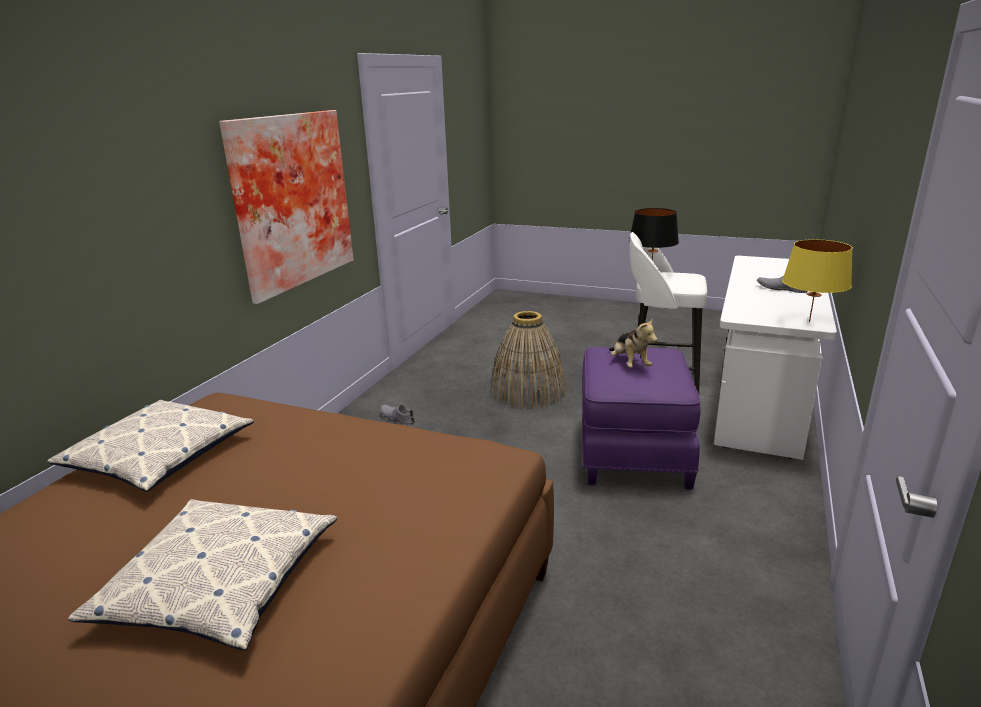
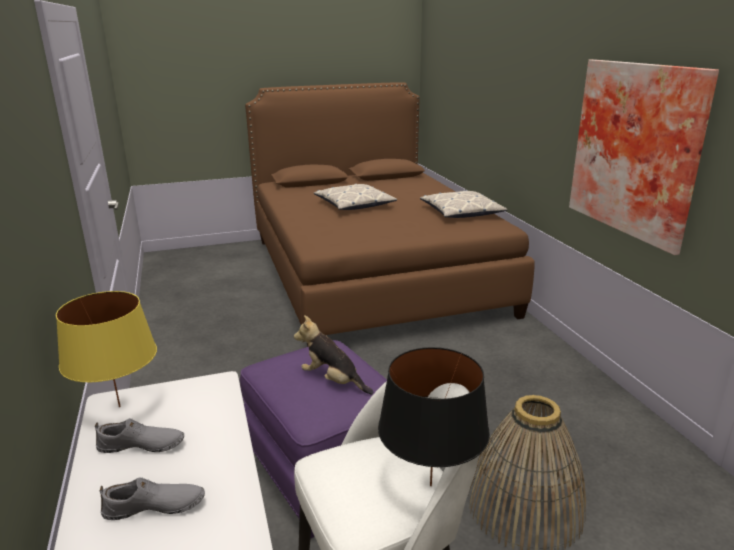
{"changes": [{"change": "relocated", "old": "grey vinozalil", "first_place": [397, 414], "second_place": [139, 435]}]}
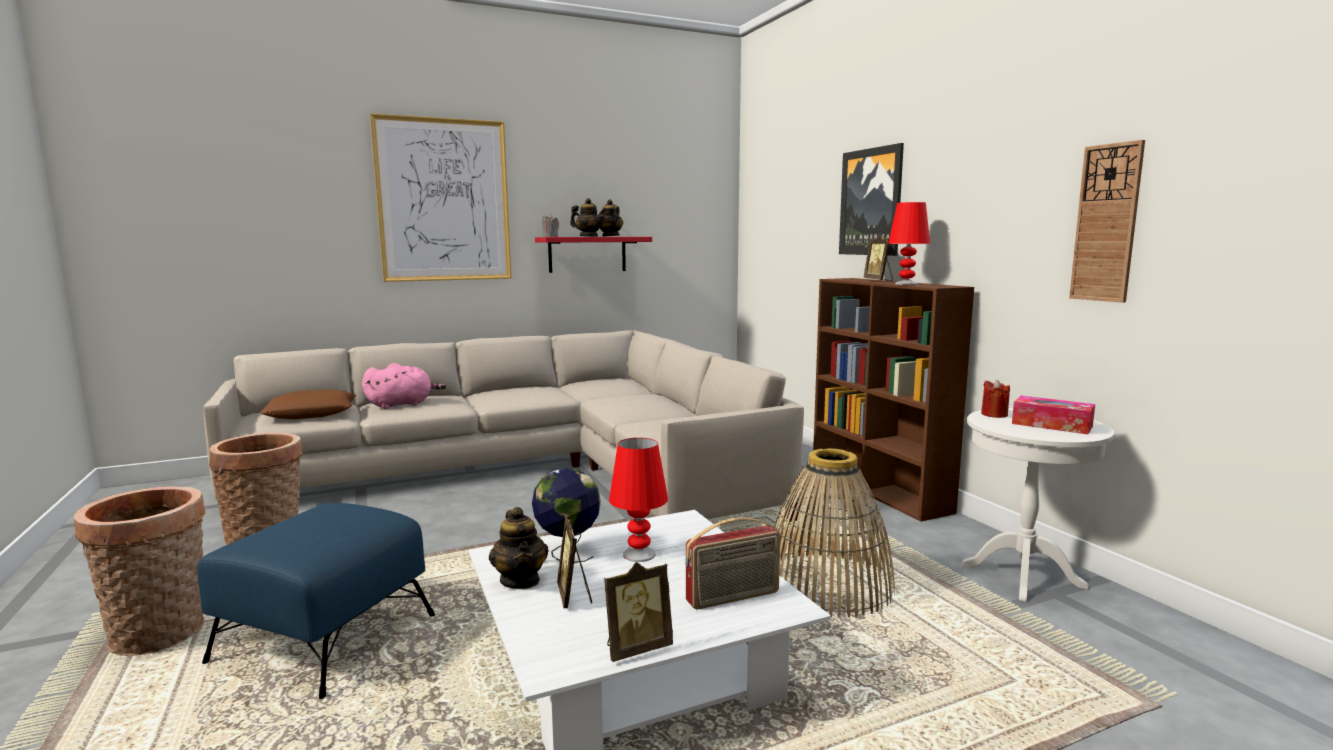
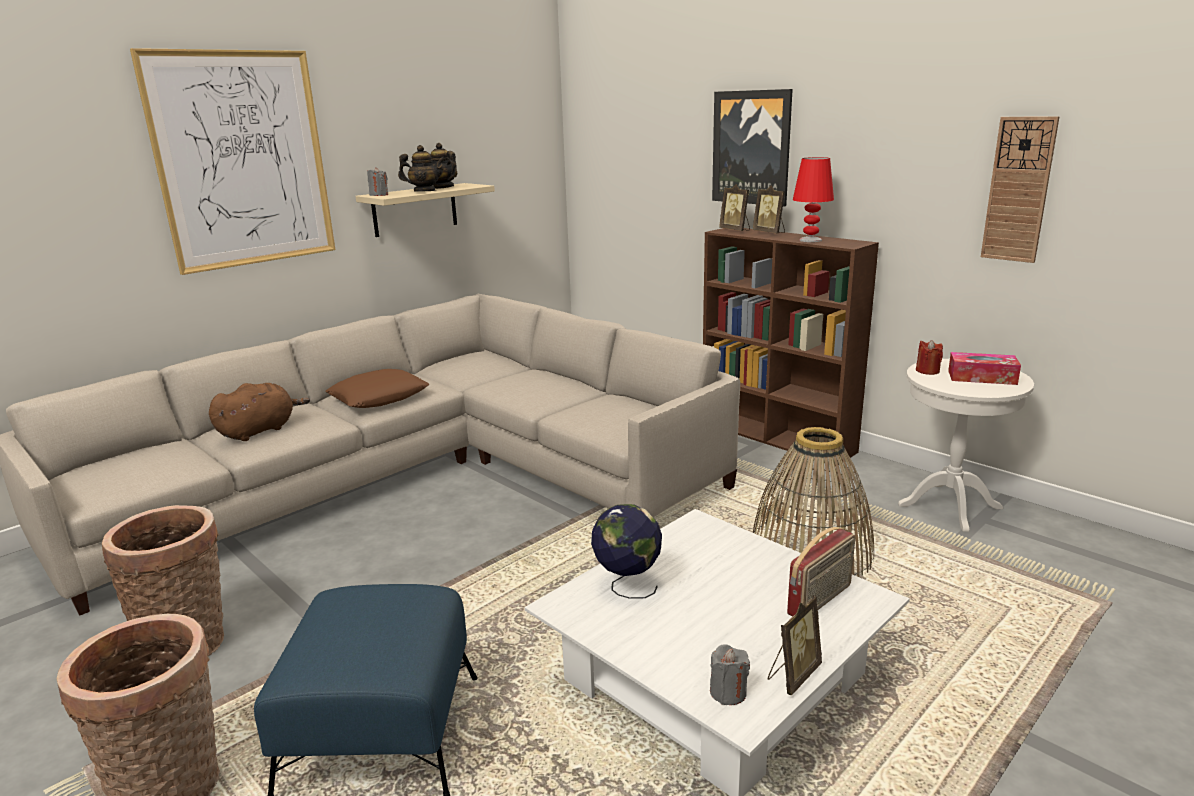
{"changes": [{"change": "missing", "old": "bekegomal", "first_place": [519, 548]}, {"change": "missing", "old": "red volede", "first_place": [638, 500]}, {"change": "appeared", "new": "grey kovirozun", "second_place": [730, 675]}, {"change": "relocated", "old": "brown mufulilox", "first_place": [308, 404], "second_place": [377, 388]}, {"change": "relocated", "old": "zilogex", "first_place": [574, 562], "second_place": [734, 207]}, {"change": "colour", "old": "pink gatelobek", "new": "brown gatelobek", "first_place": [404, 386], "second_place": [259, 412]}, {"change": "colour", "old": "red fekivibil", "new": "beige fekivibil", "first_place": [593, 255], "second_place": [425, 210]}]}
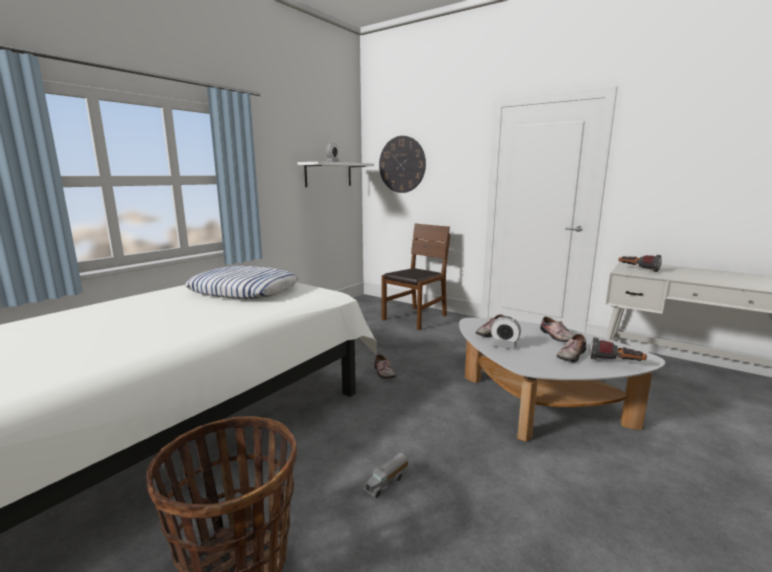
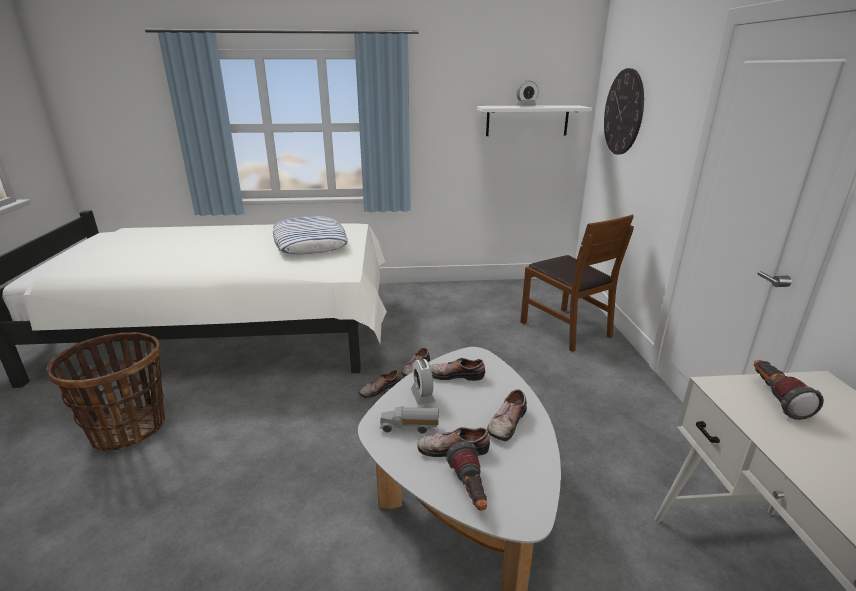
{"changes": [{"change": "appeared", "new": "vinozalil", "second_place": [380, 384]}, {"change": "relocated", "old": "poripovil", "first_place": [385, 475], "second_place": [409, 420]}, {"change": "spun", "old": "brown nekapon", "first_place": [416, 277], "second_place": [577, 283], "degrees": 60}]}
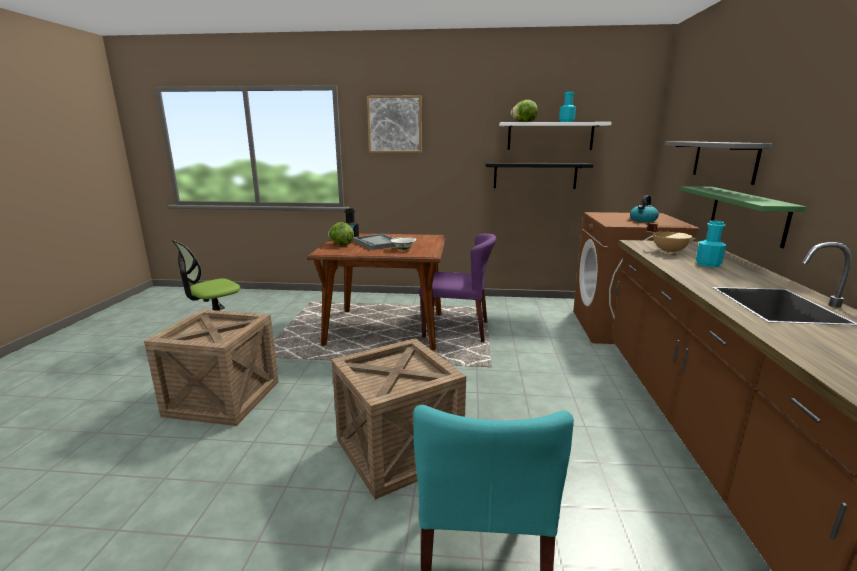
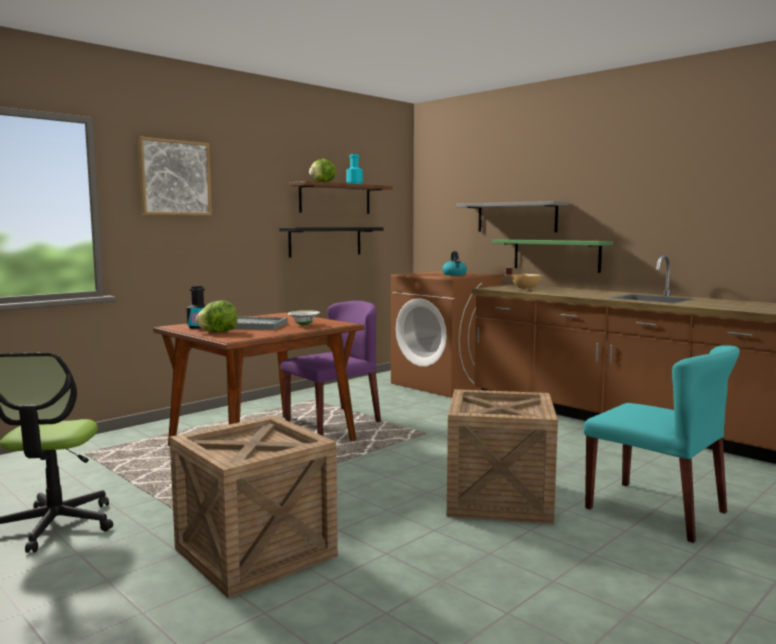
{"changes": [{"change": "missing", "old": "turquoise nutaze", "first_place": [711, 244]}, {"change": "colour", "old": "white fekivibil", "new": "brown fekivibil", "first_place": [555, 136], "second_place": [341, 197]}]}
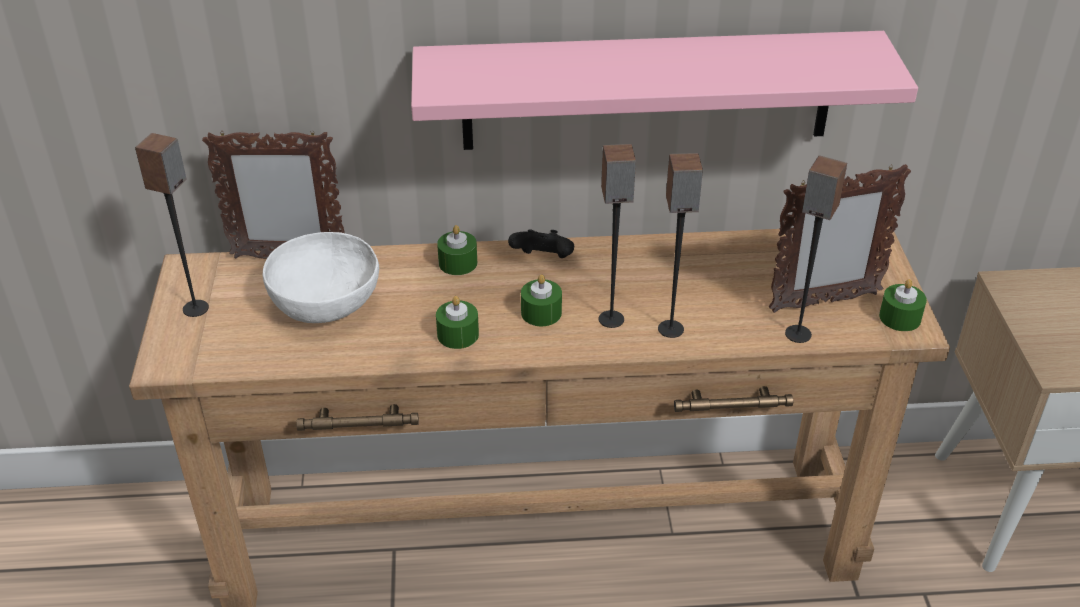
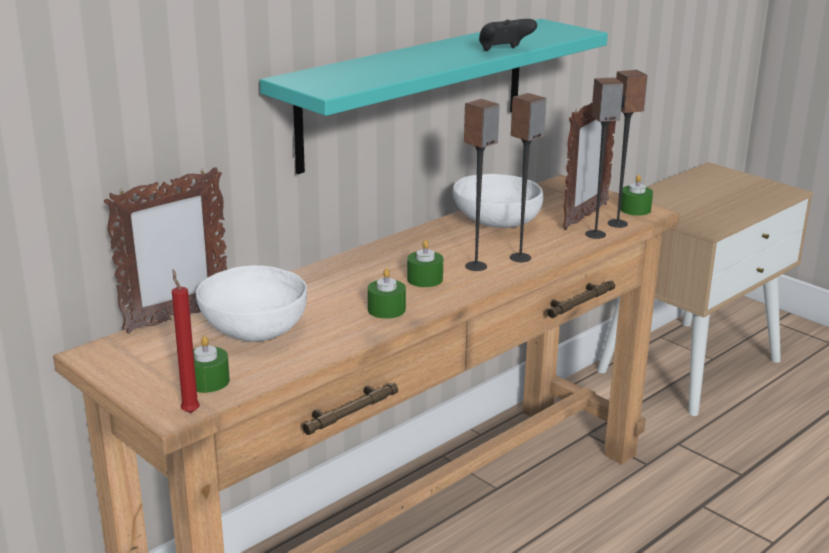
{"changes": [{"change": "appeared", "new": "red kovirozun", "second_place": [186, 341]}, {"change": "appeared", "new": "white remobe", "second_place": [498, 201]}, {"change": "relocated", "old": "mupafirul", "first_place": [172, 225], "second_place": [628, 149]}, {"change": "relocated", "old": "green kovirozun", "first_place": [457, 250], "second_place": [211, 364]}, {"change": "relocated", "old": "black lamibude", "first_place": [541, 243], "second_place": [508, 35]}, {"change": "colour", "old": "pink fekivibil", "new": "turquoise fekivibil", "first_place": [664, 90], "second_place": [434, 96]}]}
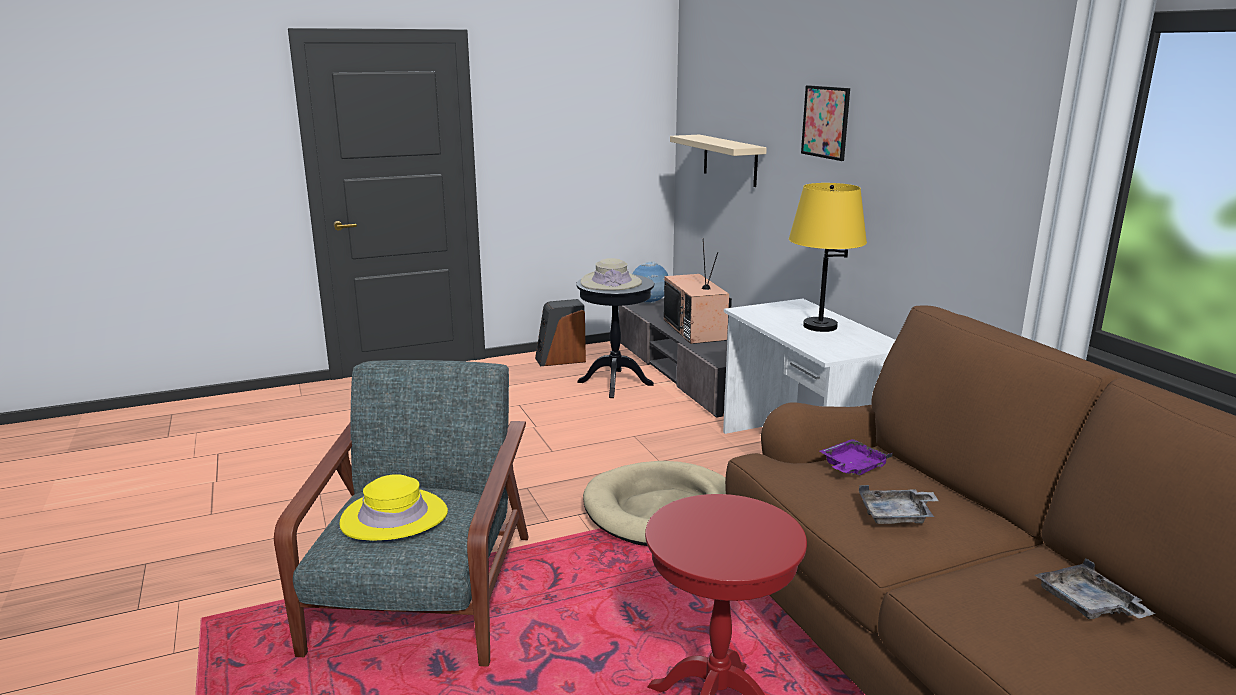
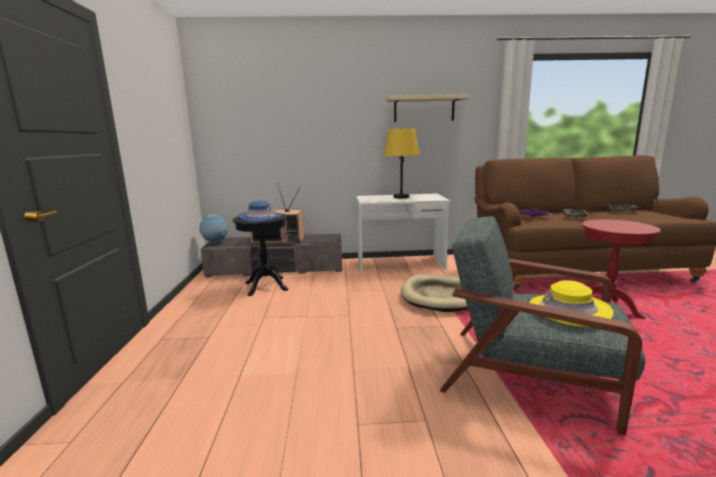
{"changes": [{"change": "missing", "old": "mupafirul", "first_place": [560, 332]}, {"change": "missing", "old": "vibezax", "first_place": [825, 123]}, {"change": "relocated", "old": "beige fekivibil", "first_place": [718, 161], "second_place": [428, 108]}, {"change": "colour", "old": "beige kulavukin", "new": "blue kulavukin", "first_place": [611, 274], "second_place": [260, 211]}]}
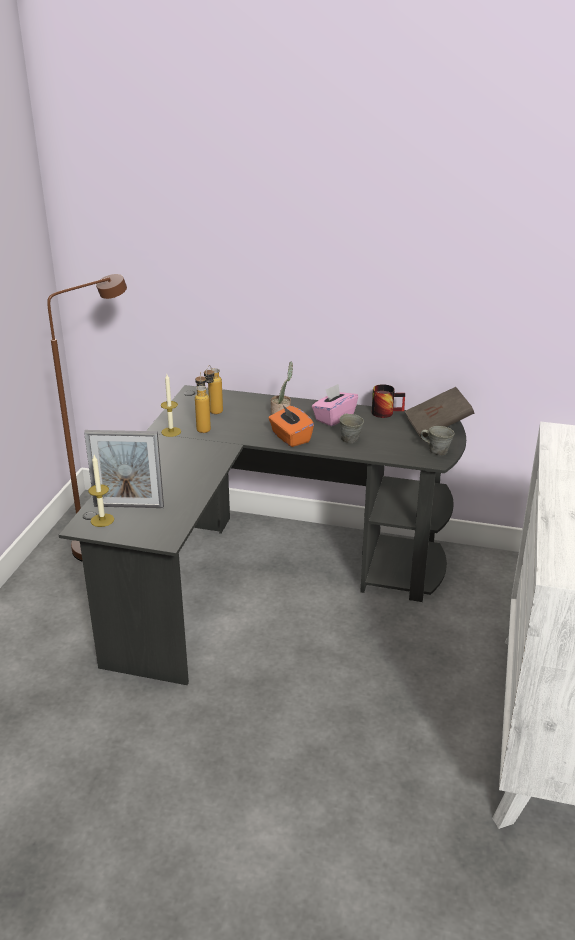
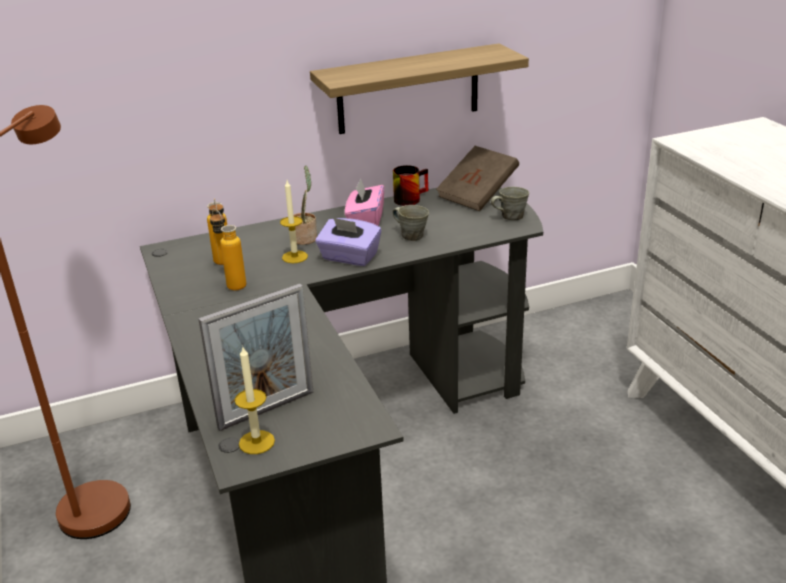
{"changes": [{"change": "appeared", "new": "fekivibil", "second_place": [419, 88]}, {"change": "relocated", "old": "kovirozun", "first_place": [171, 405], "second_place": [294, 221]}, {"change": "colour", "old": "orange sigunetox", "new": "purple sigunetox", "first_place": [291, 426], "second_place": [348, 241]}]}
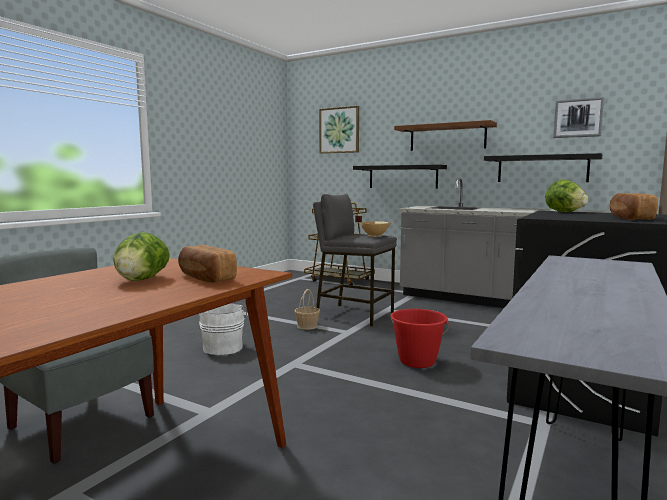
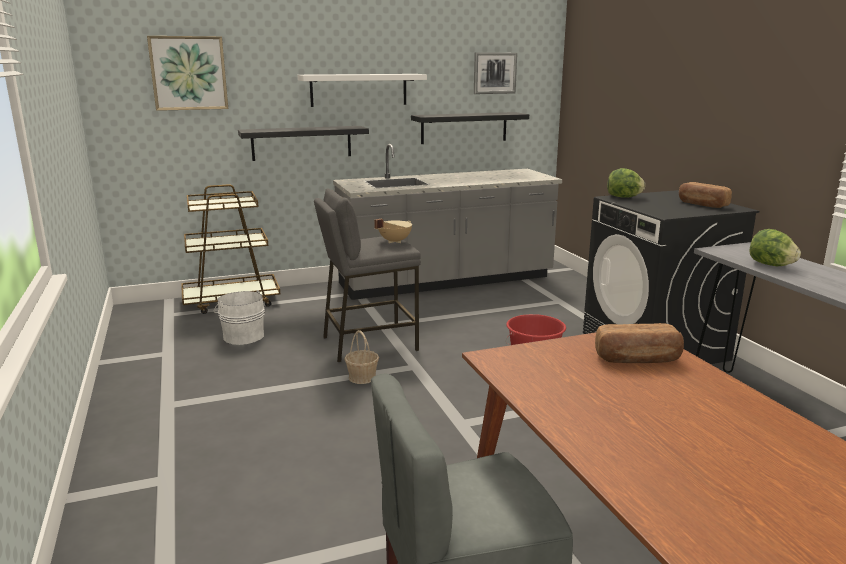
{"changes": [{"change": "relocated", "old": "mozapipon", "first_place": [141, 256], "second_place": [775, 247]}, {"change": "relocated", "old": "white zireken", "first_place": [223, 329], "second_place": [239, 317]}, {"change": "colour", "old": "brown fekivibil", "new": "white fekivibil", "first_place": [445, 135], "second_place": [362, 90]}]}
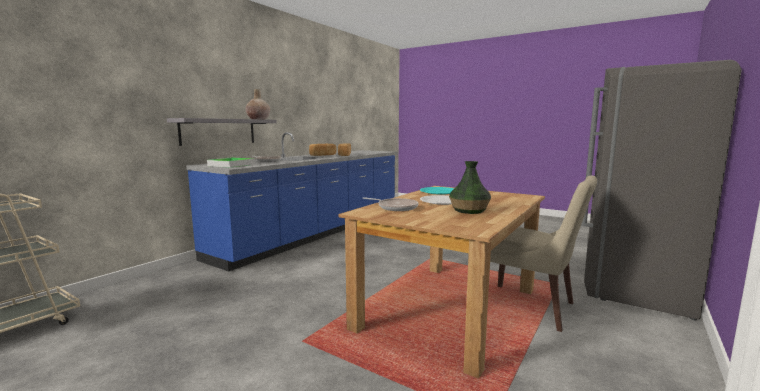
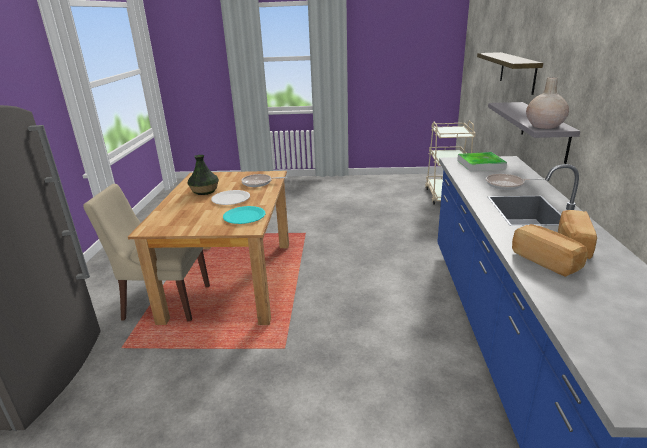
{"changes": [{"change": "appeared", "new": "fekivibil", "second_place": [510, 73]}]}
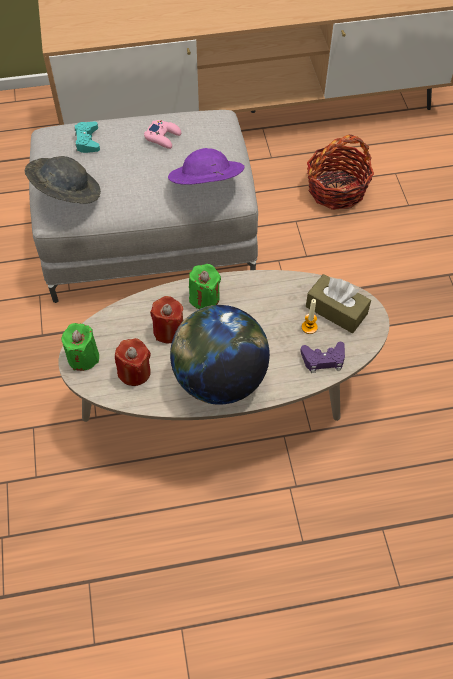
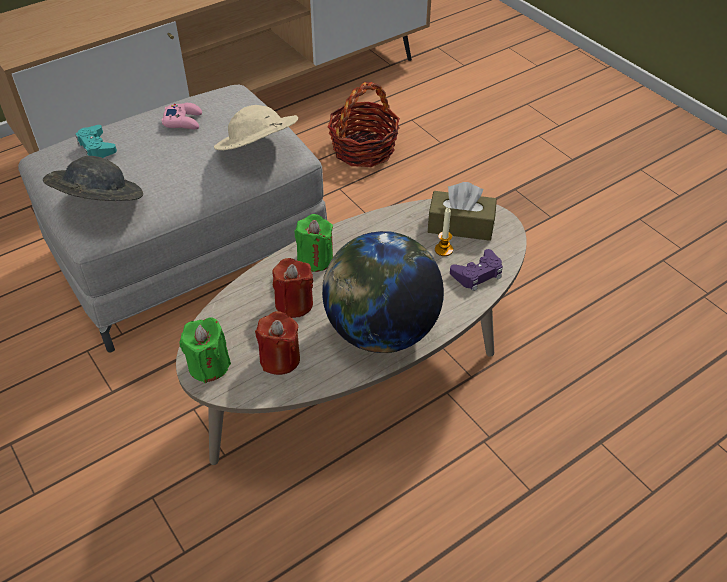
{"changes": [{"change": "colour", "old": "purple kulavukin", "new": "beige kulavukin", "first_place": [206, 166], "second_place": [256, 128]}]}
